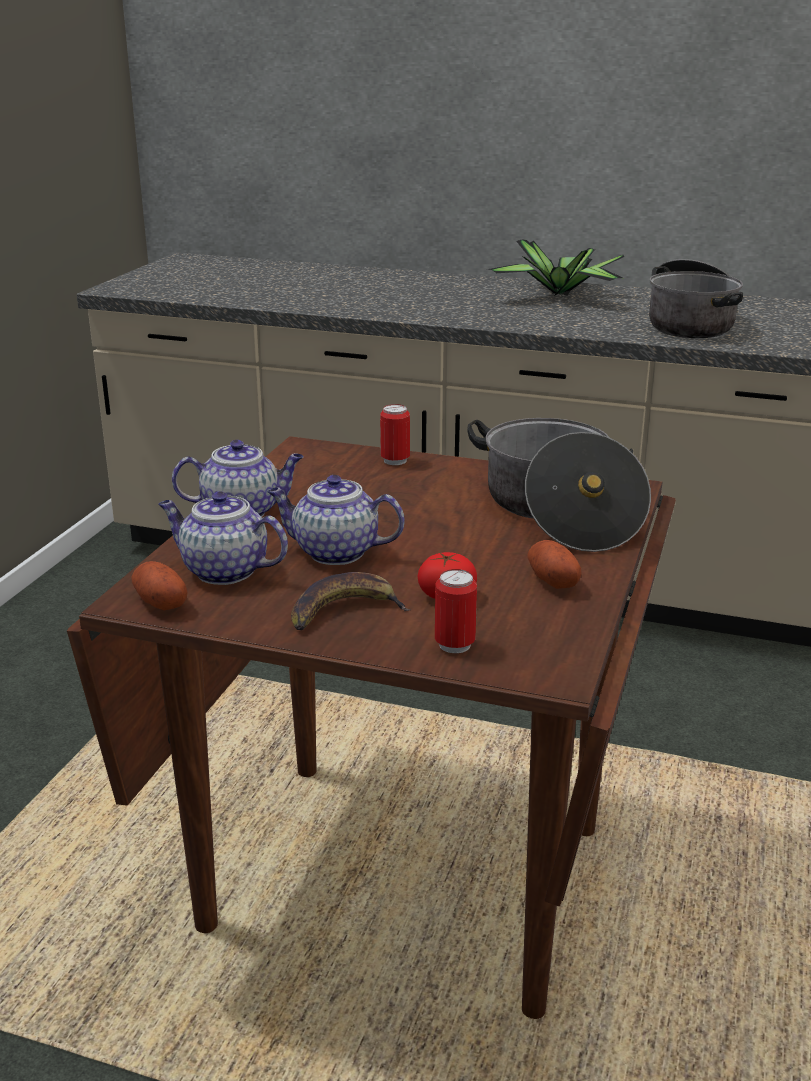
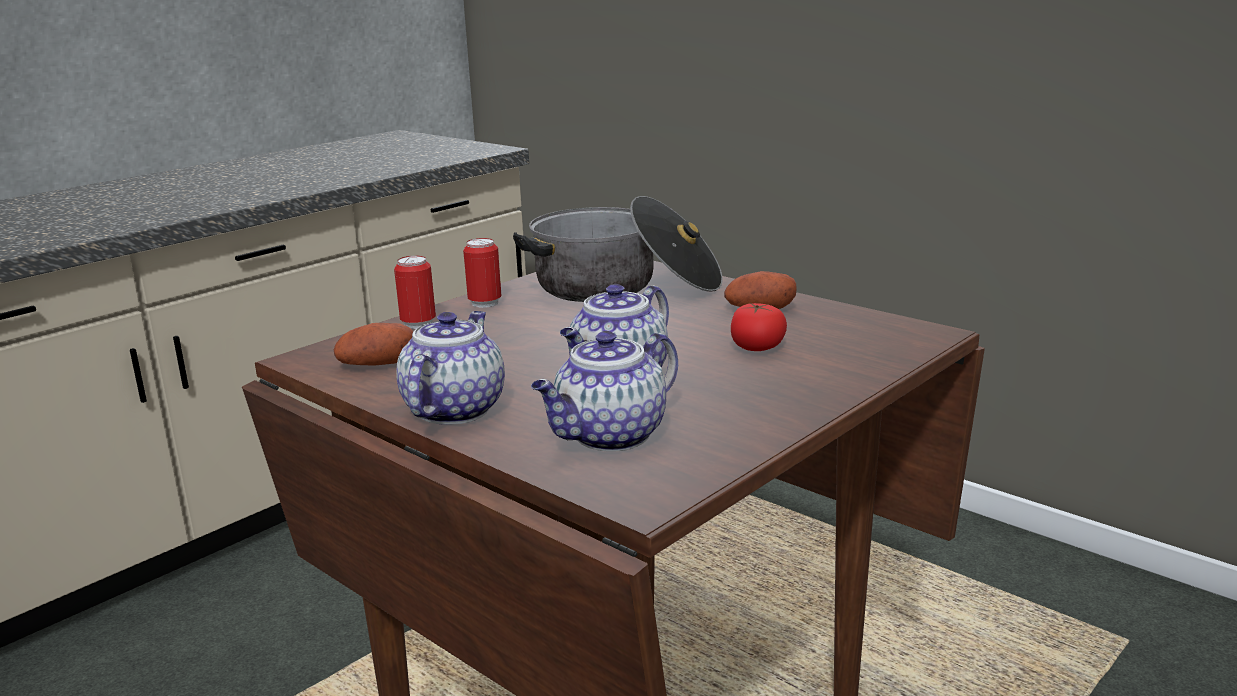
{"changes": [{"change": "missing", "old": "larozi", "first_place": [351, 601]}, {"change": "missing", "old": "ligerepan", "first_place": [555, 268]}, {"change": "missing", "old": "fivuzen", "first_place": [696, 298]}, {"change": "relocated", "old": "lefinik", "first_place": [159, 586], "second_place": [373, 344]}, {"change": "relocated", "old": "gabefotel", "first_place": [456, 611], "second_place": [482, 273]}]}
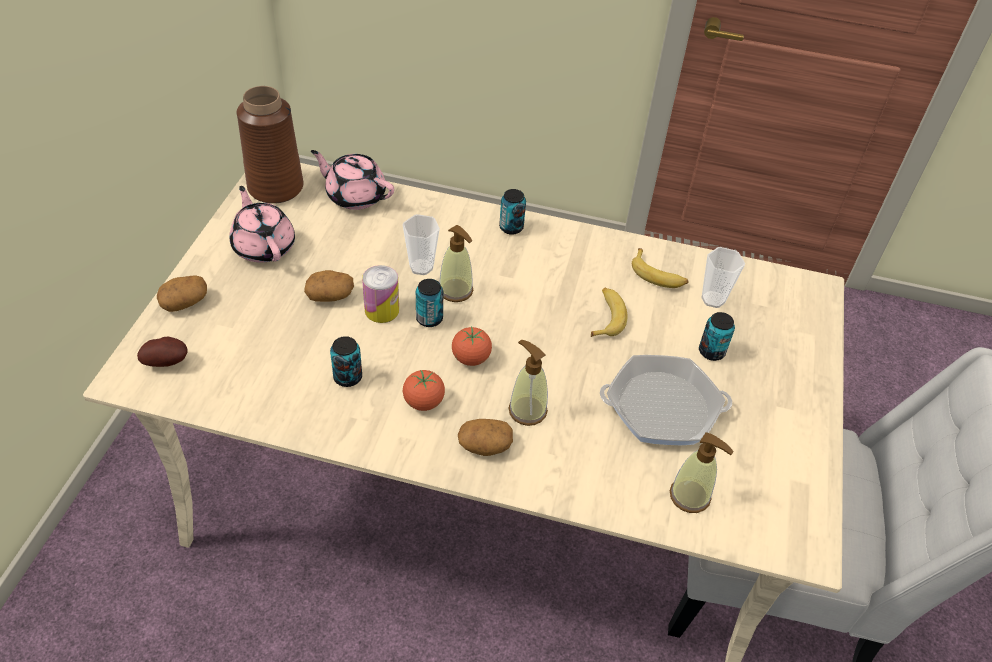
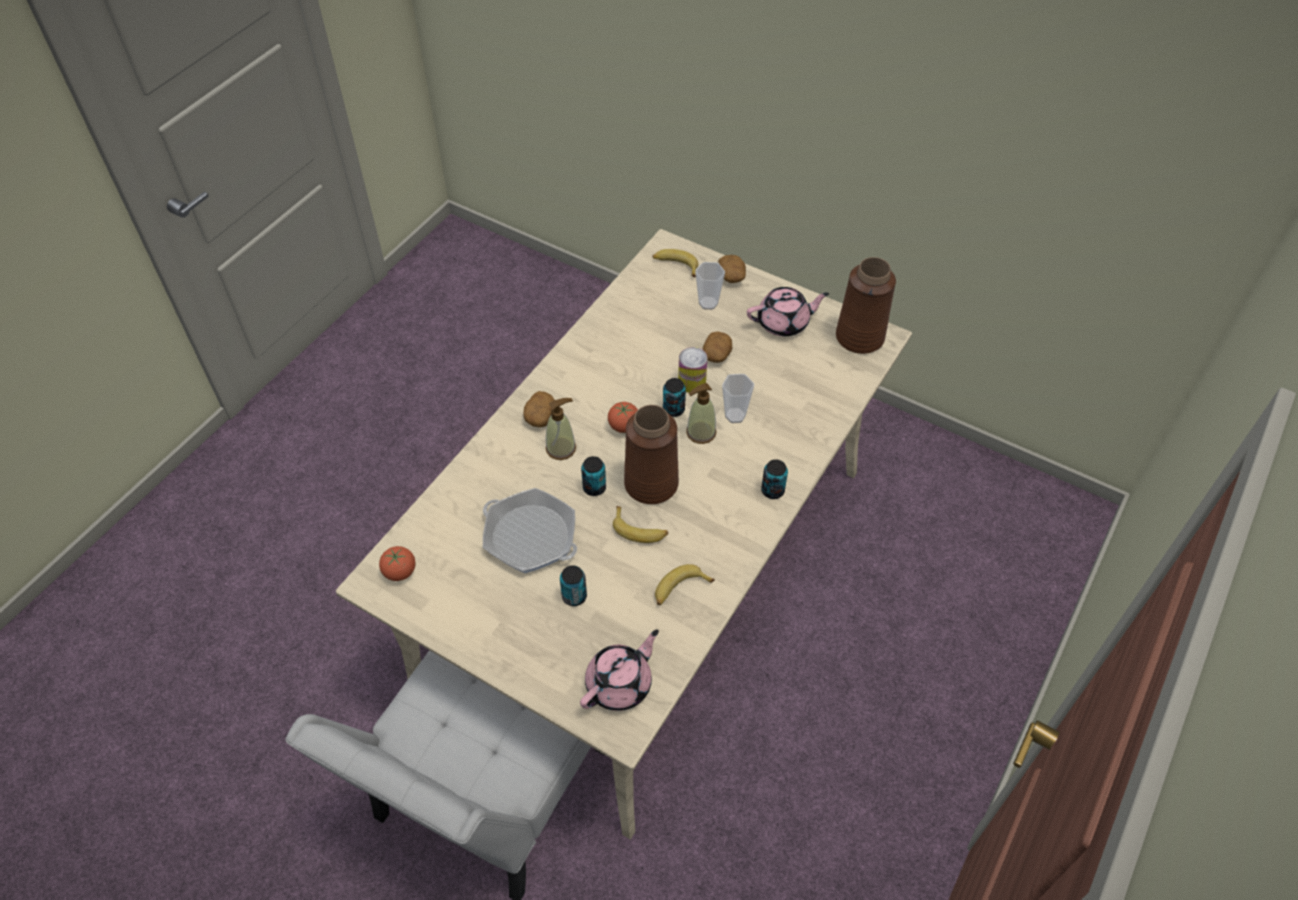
{"changes": [{"change": "missing", "old": "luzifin", "first_place": [702, 472]}, {"change": "appeared", "new": "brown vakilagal", "second_place": [651, 454]}, {"change": "relocated", "old": "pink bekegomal", "first_place": [352, 180], "second_place": [619, 670]}, {"change": "relocated", "old": "gabefotel", "first_place": [346, 361], "second_place": [593, 476]}, {"change": "relocated", "old": "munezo", "first_place": [424, 390], "second_place": [397, 563]}, {"change": "relocated", "old": "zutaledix", "first_place": [723, 277], "second_place": [710, 286]}, {"change": "exchanged", "old": "lefinik", "new": "larozi", "first_place": [162, 352], "second_place": [675, 263]}, {"change": "spun", "old": "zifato", "first_place": [666, 400], "second_place": [530, 530], "degrees": -75}]}
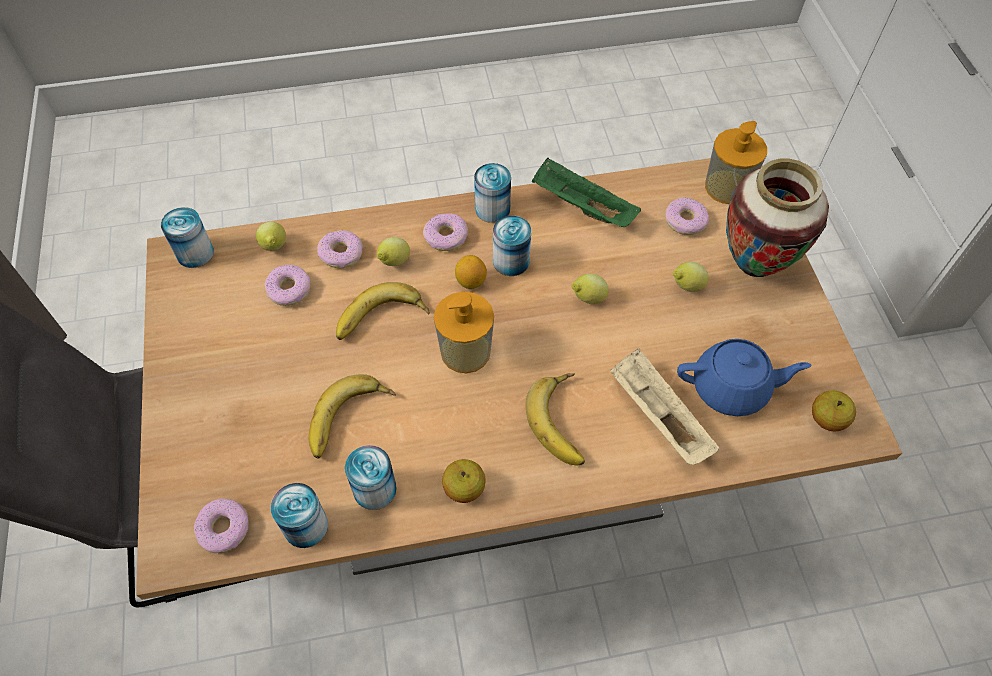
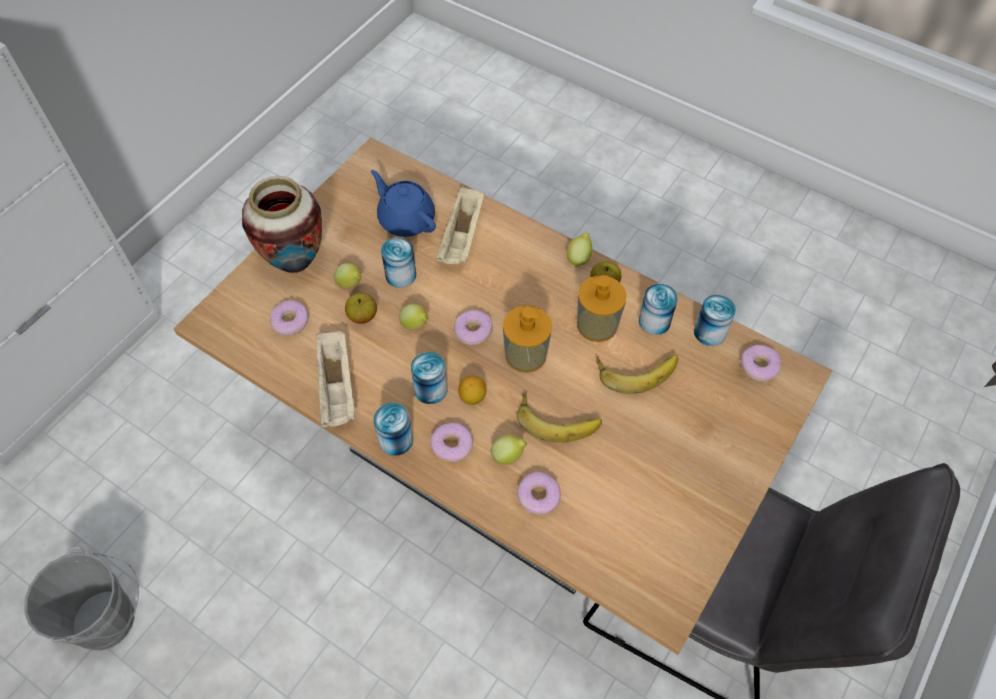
{"changes": [{"change": "missing", "old": "larozi", "first_place": [555, 419]}, {"change": "appeared", "new": "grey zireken", "second_place": [81, 599]}, {"change": "relocated", "old": "gabefotel", "first_place": [187, 237], "second_place": [398, 262]}, {"change": "relocated", "old": "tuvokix", "first_place": [271, 236], "second_place": [579, 250]}, {"change": "relocated", "old": "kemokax", "first_place": [287, 285], "second_place": [473, 327]}, {"change": "relocated", "old": "luzifin", "first_place": [736, 162], "second_place": [602, 308]}, {"change": "relocated", "old": "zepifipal", "first_place": [834, 411], "second_place": [361, 308]}, {"change": "colour", "old": "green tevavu", "new": "beige tevavu", "first_place": [586, 192], "second_place": [335, 379]}]}
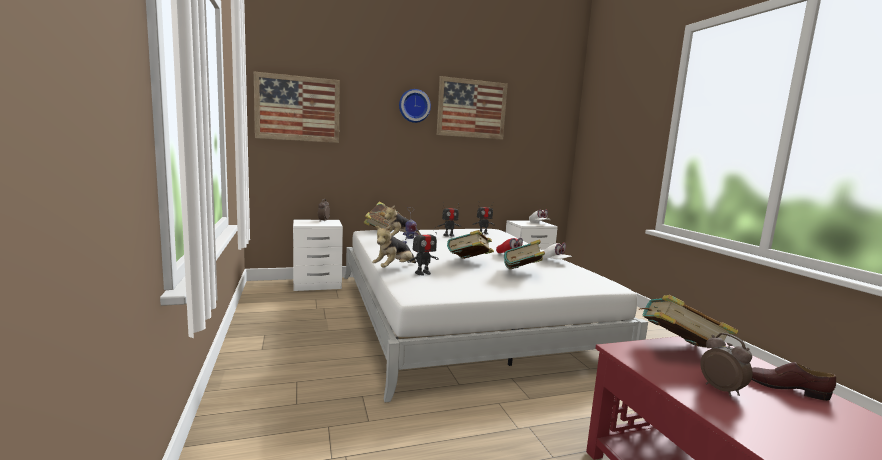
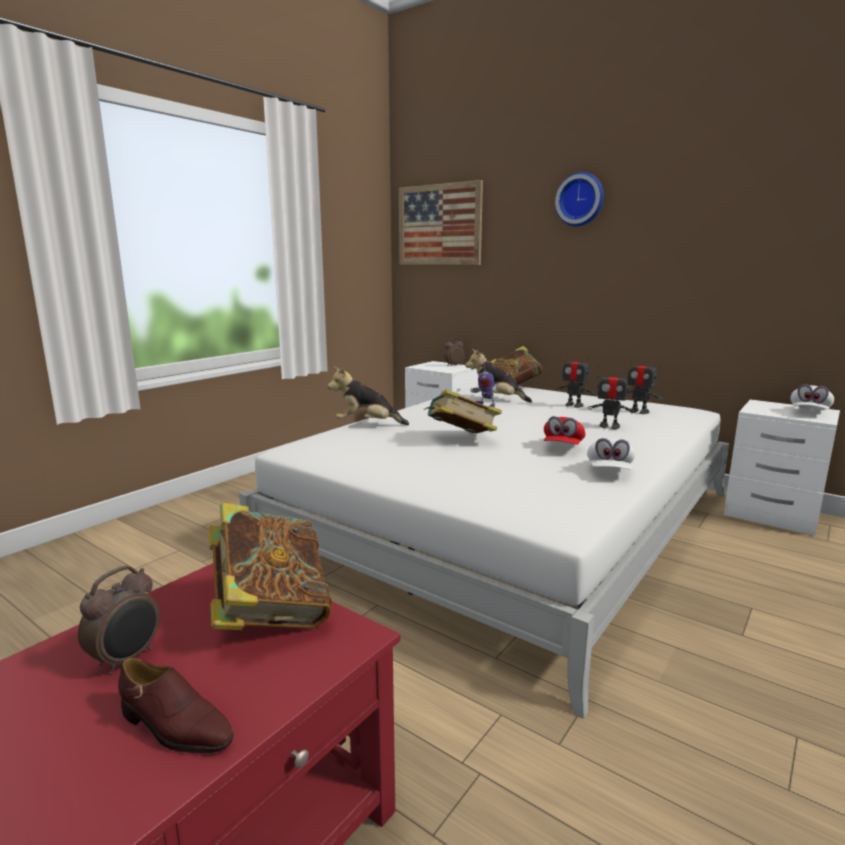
{"changes": [{"change": "missing", "old": "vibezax", "first_place": [472, 108]}, {"change": "missing", "old": "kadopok", "first_place": [524, 254]}, {"change": "relocated", "old": "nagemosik", "first_place": [423, 250], "second_place": [611, 397]}, {"change": "spun", "old": "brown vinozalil", "first_place": [793, 381], "second_place": [176, 705], "degrees": 120}]}
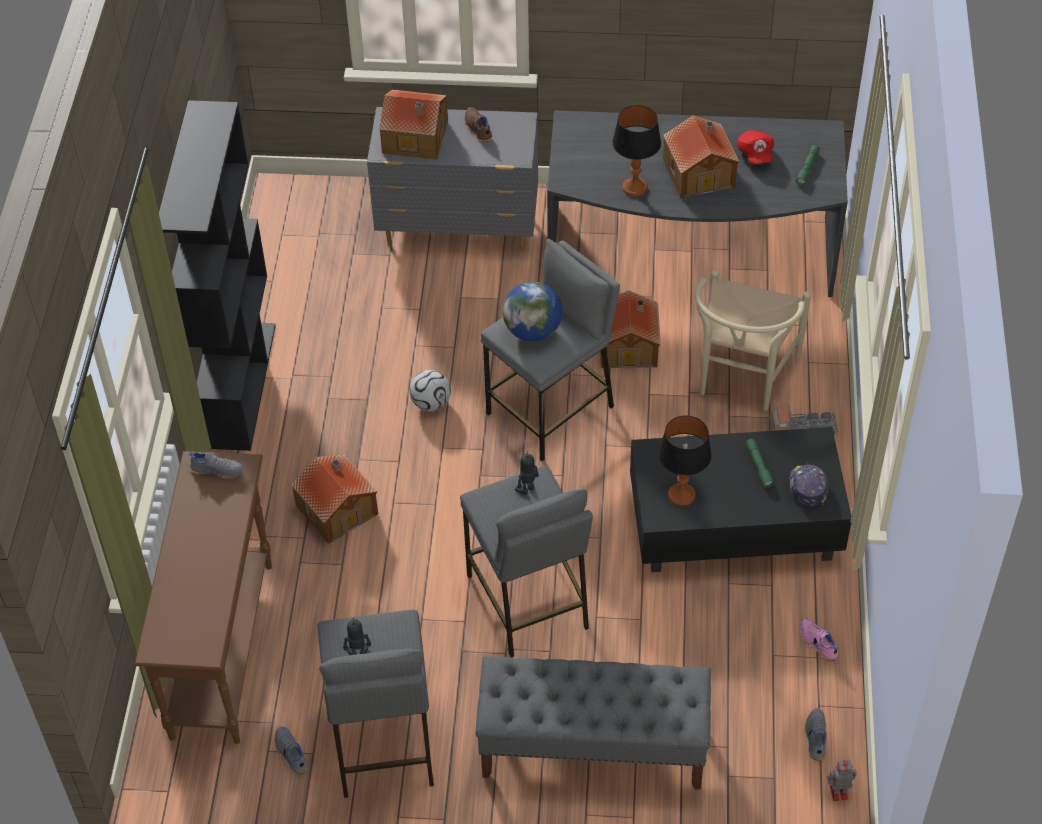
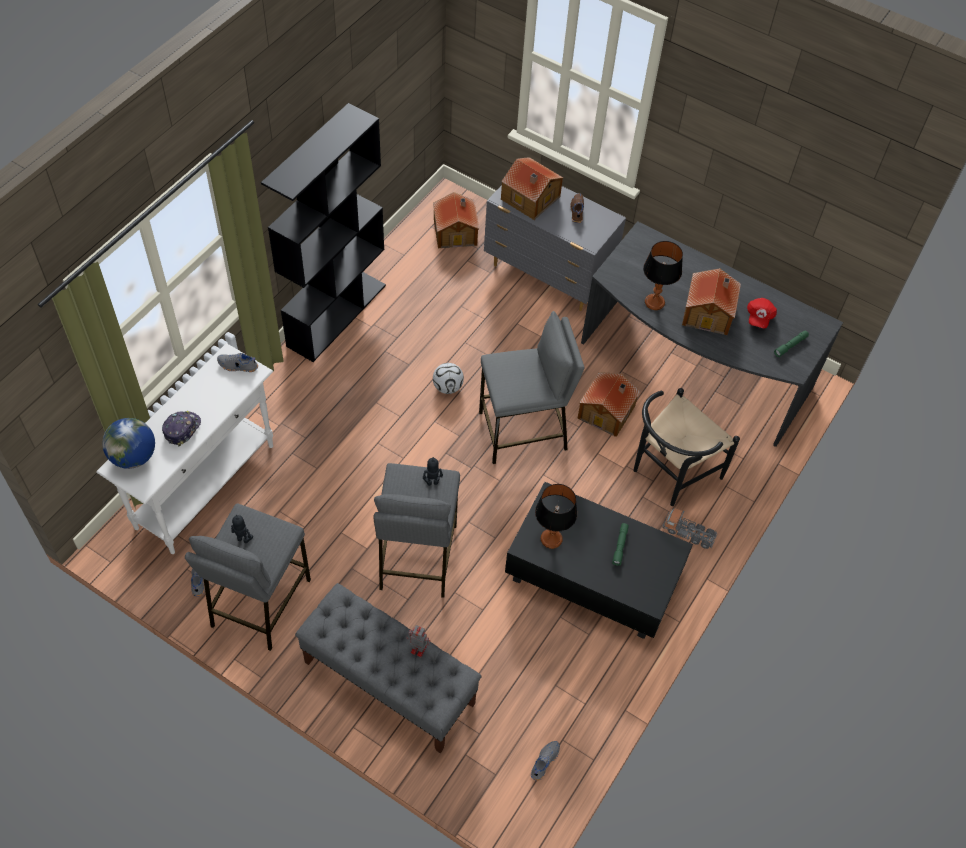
{"changes": [{"change": "missing", "old": "pink vinozalil", "first_place": [819, 640]}, {"change": "relocated", "old": "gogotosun", "first_place": [334, 499], "second_place": [456, 220]}, {"change": "relocated", "old": "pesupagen", "first_place": [533, 312], "second_place": [128, 443]}, {"change": "relocated", "old": "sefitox", "first_place": [808, 485], "second_place": [181, 428]}, {"change": "relocated", "old": "nagemosik", "first_place": [842, 780], "second_place": [418, 641]}, {"change": "colour", "old": "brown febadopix", "new": "white febadopix", "first_place": [203, 597], "second_place": [184, 448]}, {"change": "colour", "old": "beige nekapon", "new": "black nekapon", "first_place": [753, 340], "second_place": [686, 447]}, {"change": "spun", "old": "grey vinozalil", "first_place": [215, 465], "second_place": [237, 362], "degrees": 150}]}
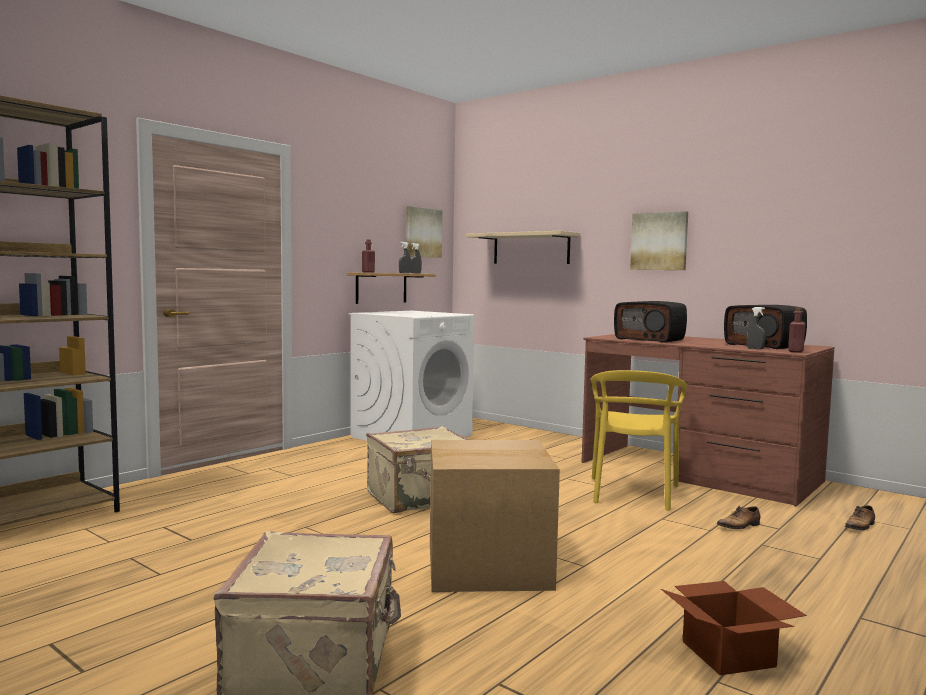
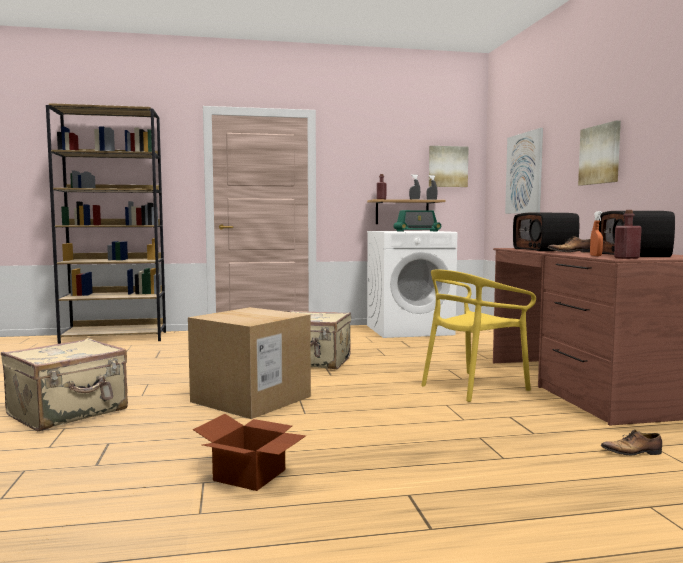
{"changes": [{"change": "appeared", "new": "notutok", "second_place": [417, 221]}, {"change": "relocated", "old": "vinozalil", "first_place": [738, 517], "second_place": [569, 244]}, {"change": "exchanged", "old": "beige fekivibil", "new": "vibezax", "first_place": [523, 247], "second_place": [524, 171]}, {"change": "colour", "old": "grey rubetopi", "new": "orange rubetopi", "first_place": [756, 328], "second_place": [596, 233]}]}
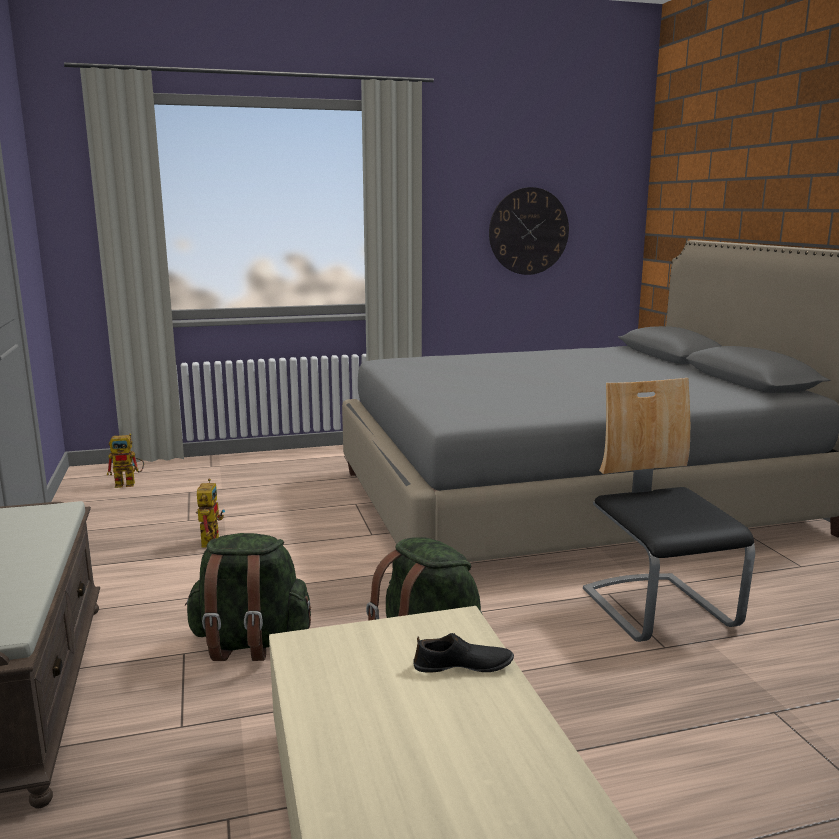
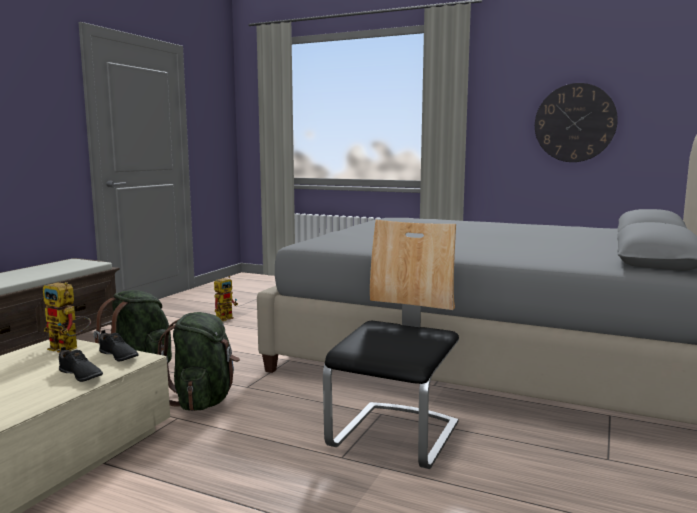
{"changes": [{"change": "appeared", "new": "black vinozalil", "second_place": [119, 345]}, {"change": "relocated", "old": "nagemosik", "first_place": [125, 460], "second_place": [67, 317]}]}
